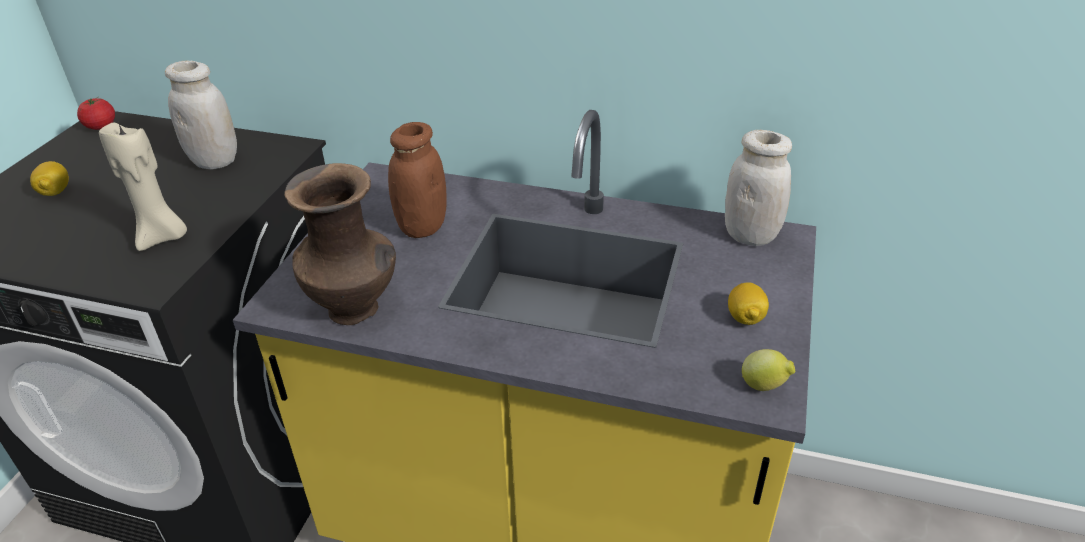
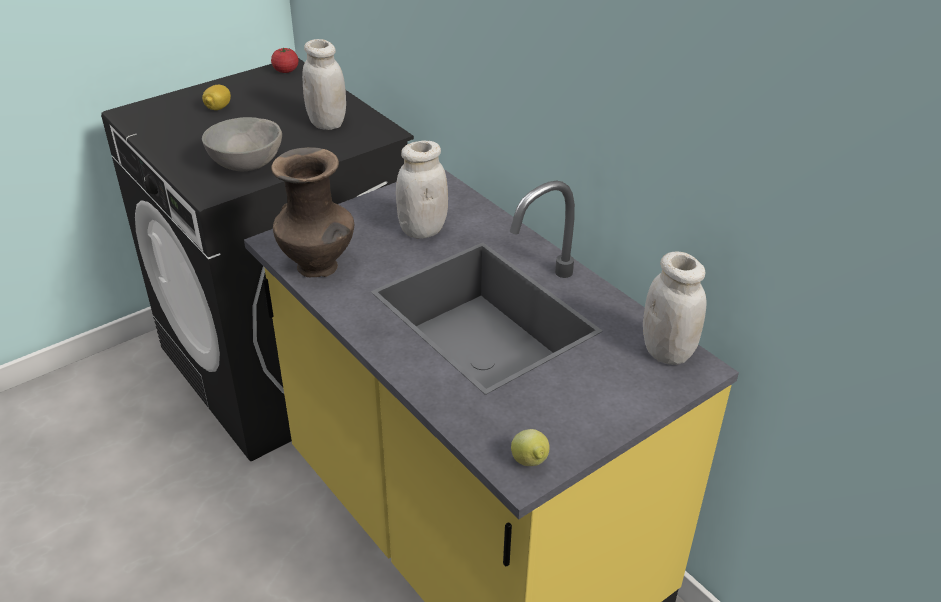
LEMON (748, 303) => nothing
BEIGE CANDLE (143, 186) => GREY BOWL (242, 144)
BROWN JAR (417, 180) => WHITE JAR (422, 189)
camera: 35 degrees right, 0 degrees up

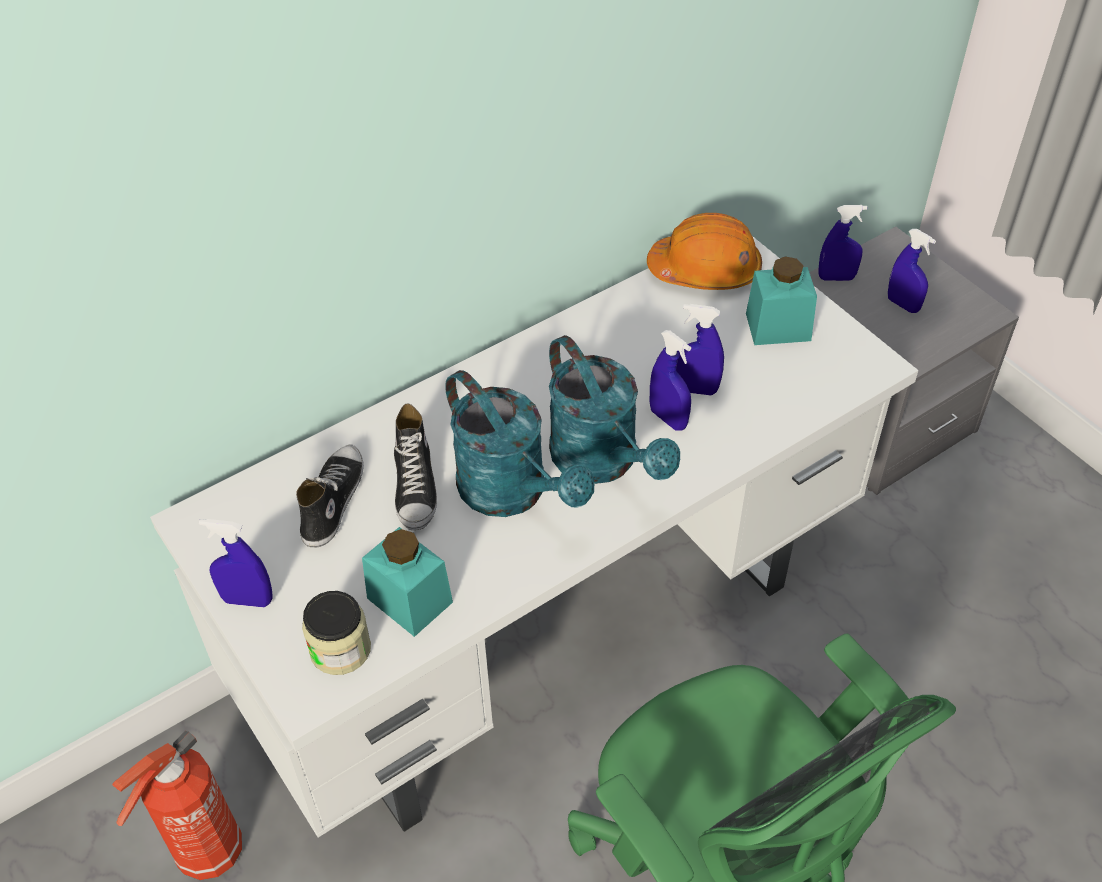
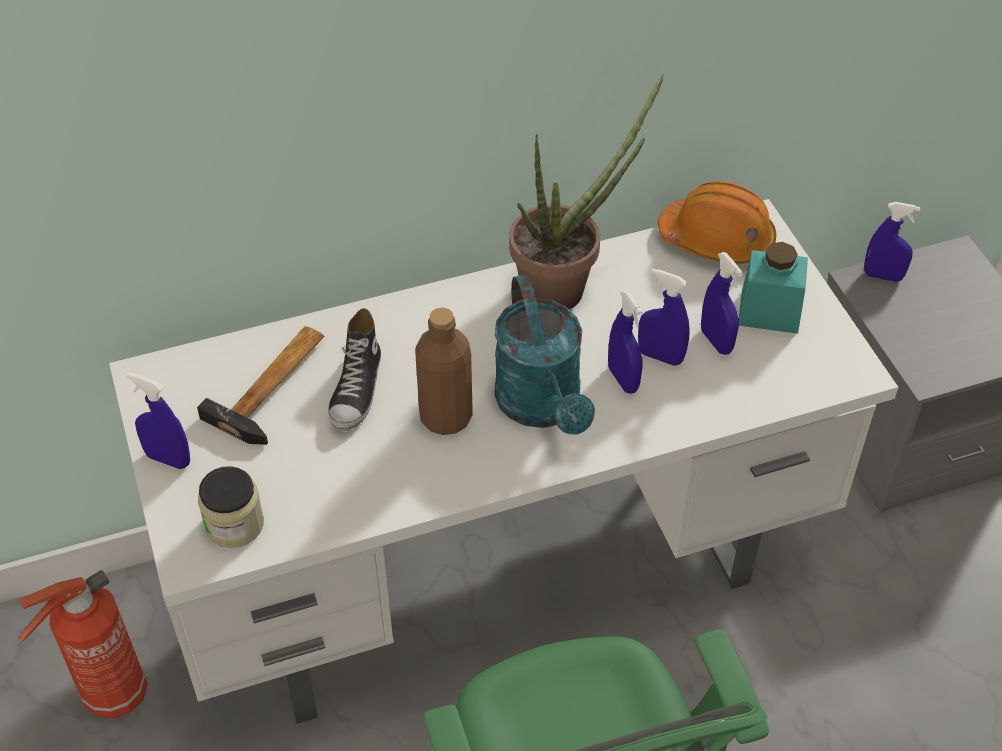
TURQUOISE JAR (407, 582) => nothing
nothing => POTTED PLANT (586, 191)
BLUE SPRAY BOTTLE (912, 271) => BLUE SPRAY BOTTLE (722, 303), shifted
SHOE (330, 496) => HAMMER (260, 385)
TURQUOISE WATERING CAN (520, 443) => BROWN BOTTLE (444, 371)
camera: 15 degrees right, 0 degrees up

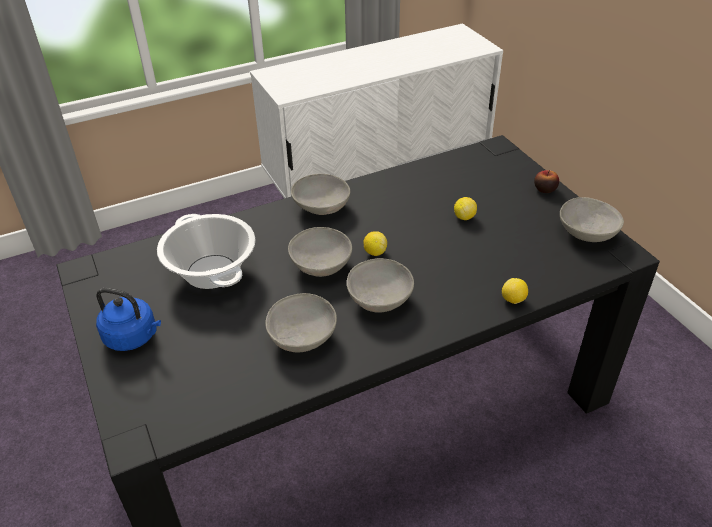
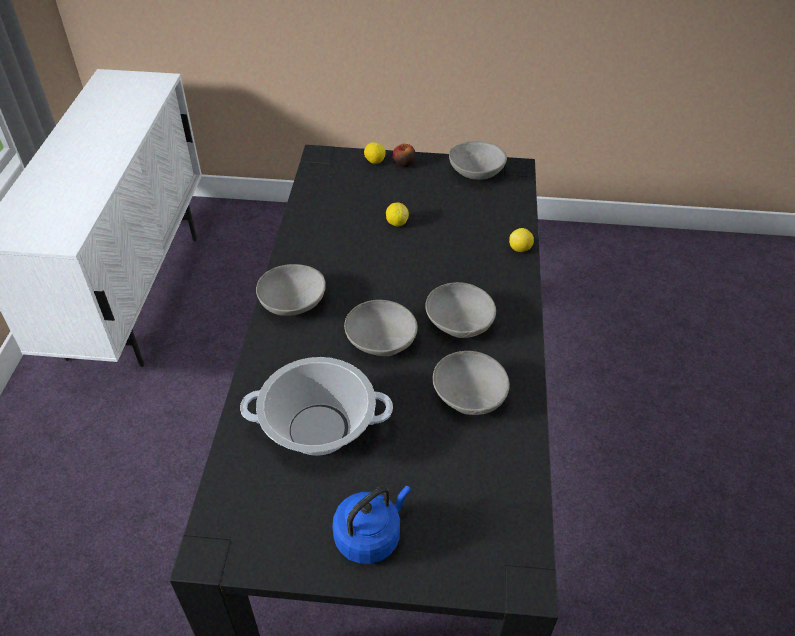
LEMON (375, 243) => LEMON (375, 153), shifted
camera: 60 degrees left, 5 degrees up

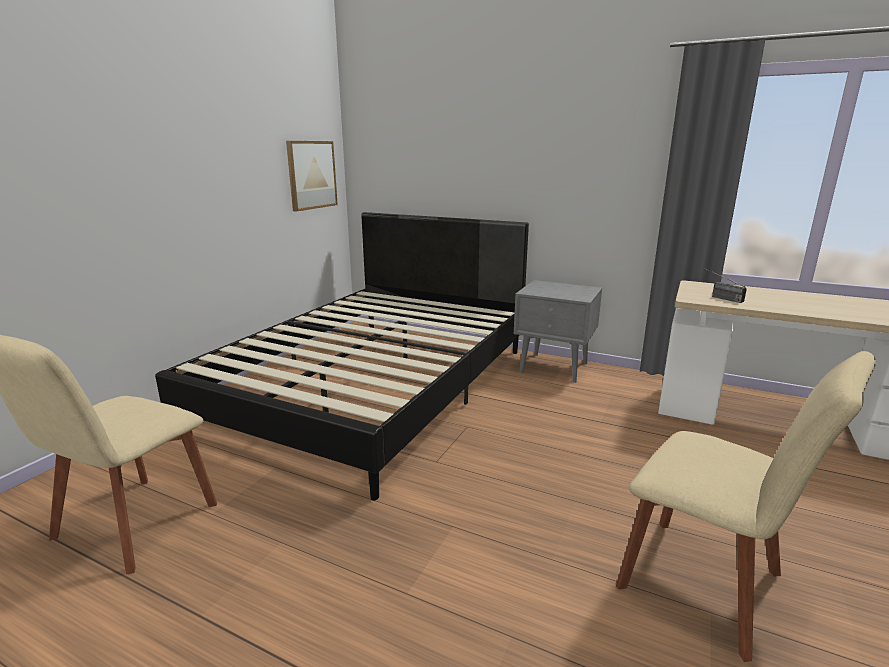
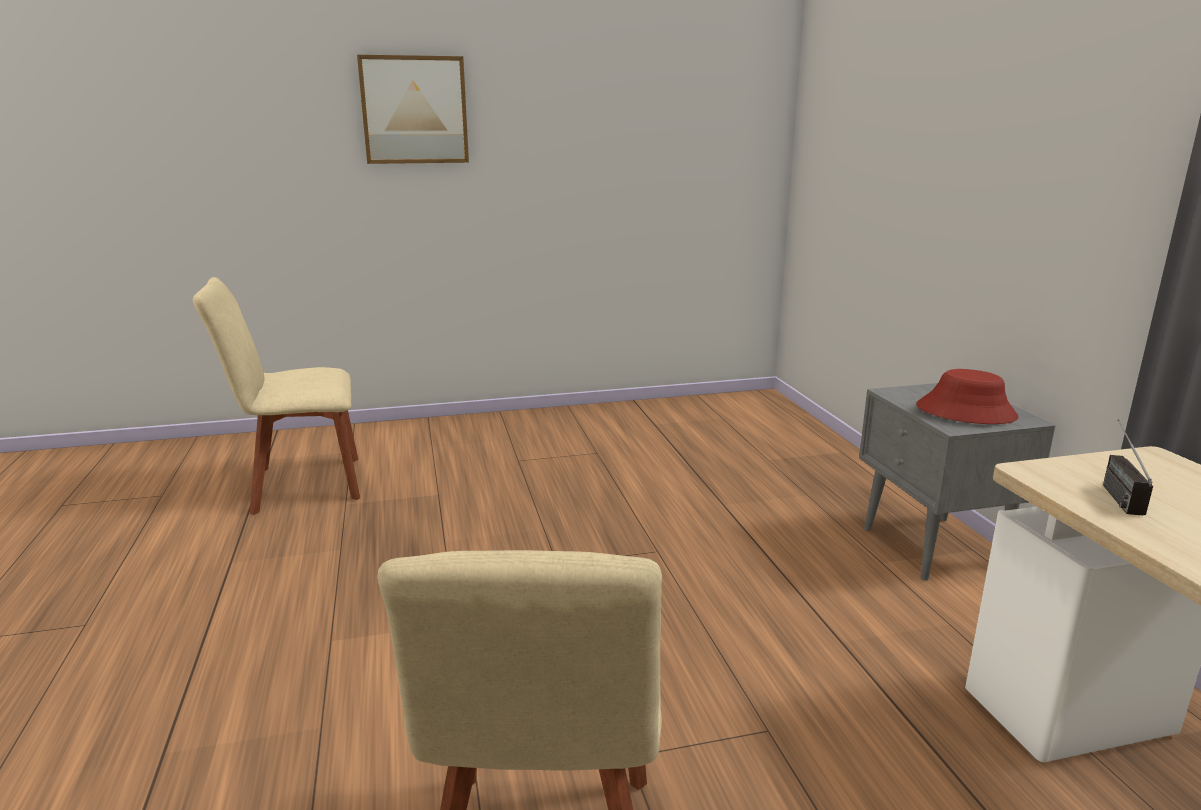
BLACK BED (342, 356) => nothing
nothing => RED HAT (967, 396)
PICTURE (312, 176) => PICTURE (413, 109), shifted
camera: 50 degrees right, 0 degrees up

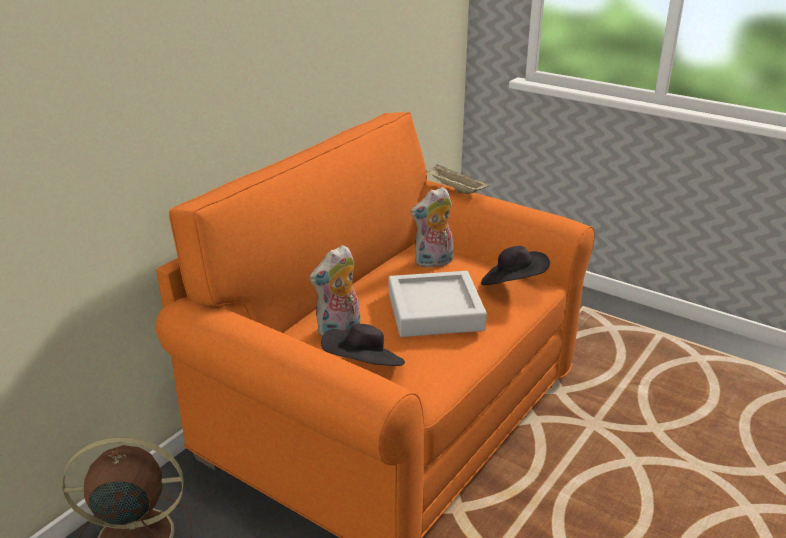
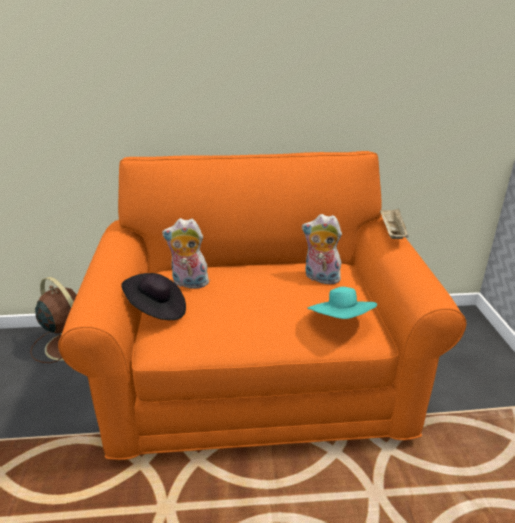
GREY TRAY (437, 304) => nothing
BLACK HAT (515, 265) => TURQUOISE HAT (342, 303)
camera: 50 degrees right, 0 degrees up

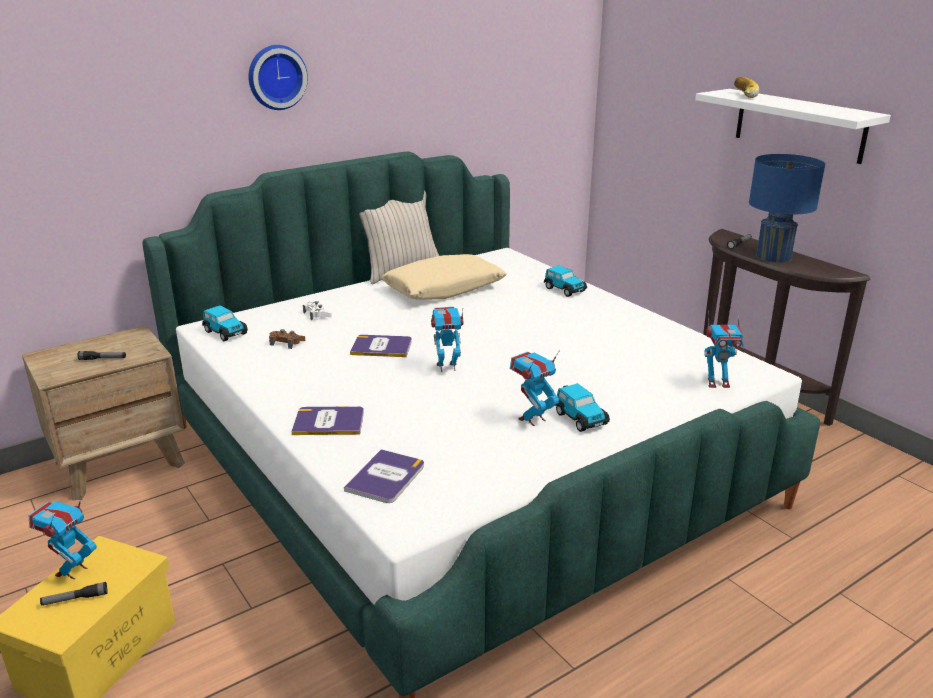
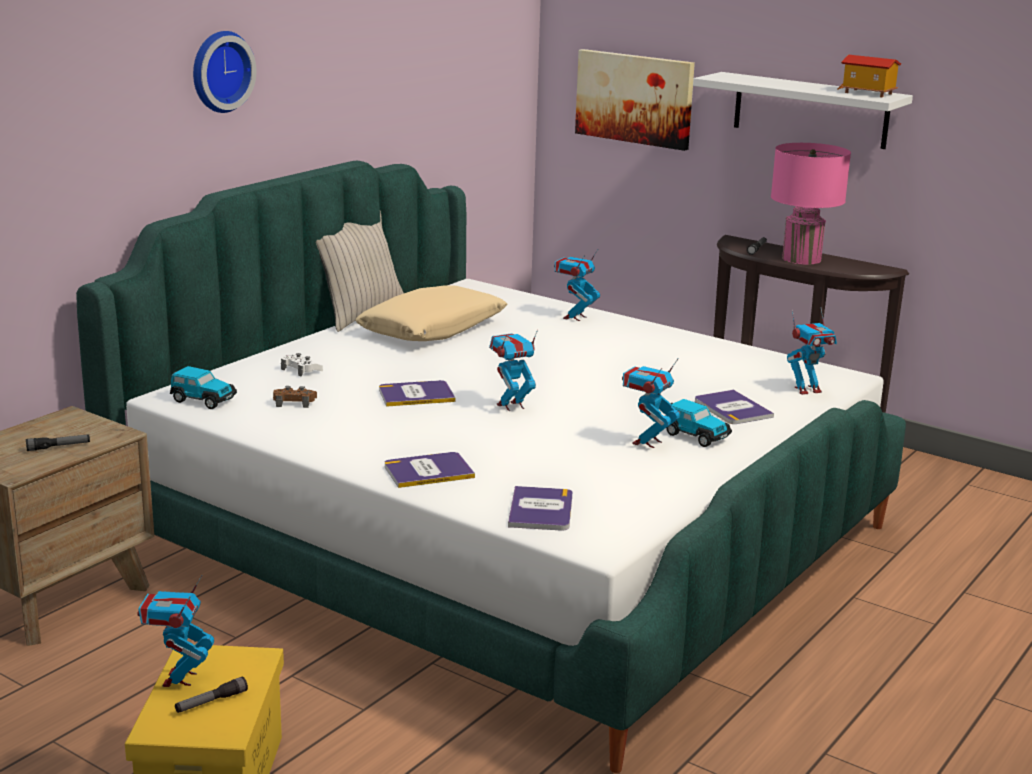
BANANA (746, 87) => nothing
nothing => PICTURE (635, 100)
nothing => BOOK (734, 406)
nothing => TOY HOUSE (869, 76)
TOY CAR (565, 281) => TOY ROBOT (577, 285)
BLUE TABLE LAMP (787, 208) => PINK TABLE LAMP (811, 204)
camera: 20 degrees left, 5 degrees down

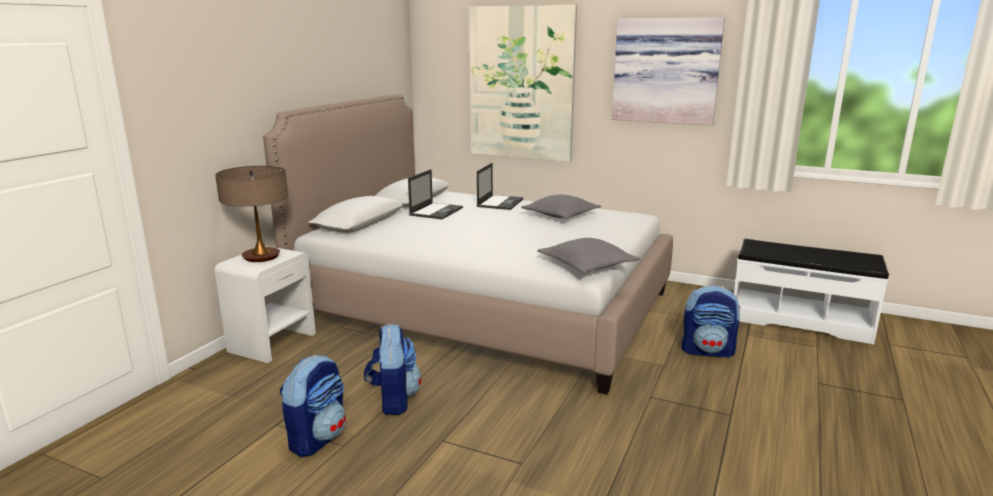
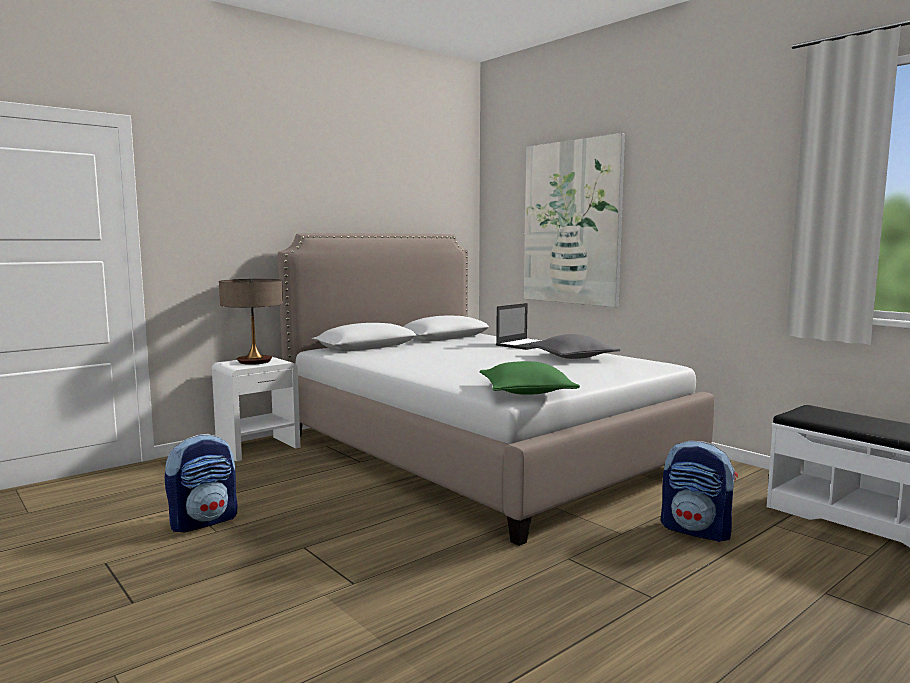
BACKPACK (393, 369) => nothing
LAPTOP (435, 194) => nothing
PICTURE (668, 71) => nothing
GREY PILLOW (589, 256) => GREEN PILLOW (529, 378)
camera: 25 degrees right, 10 degrees down

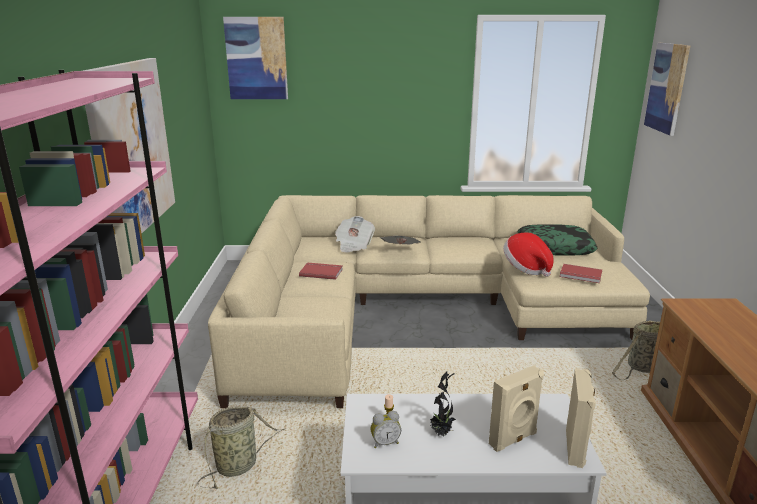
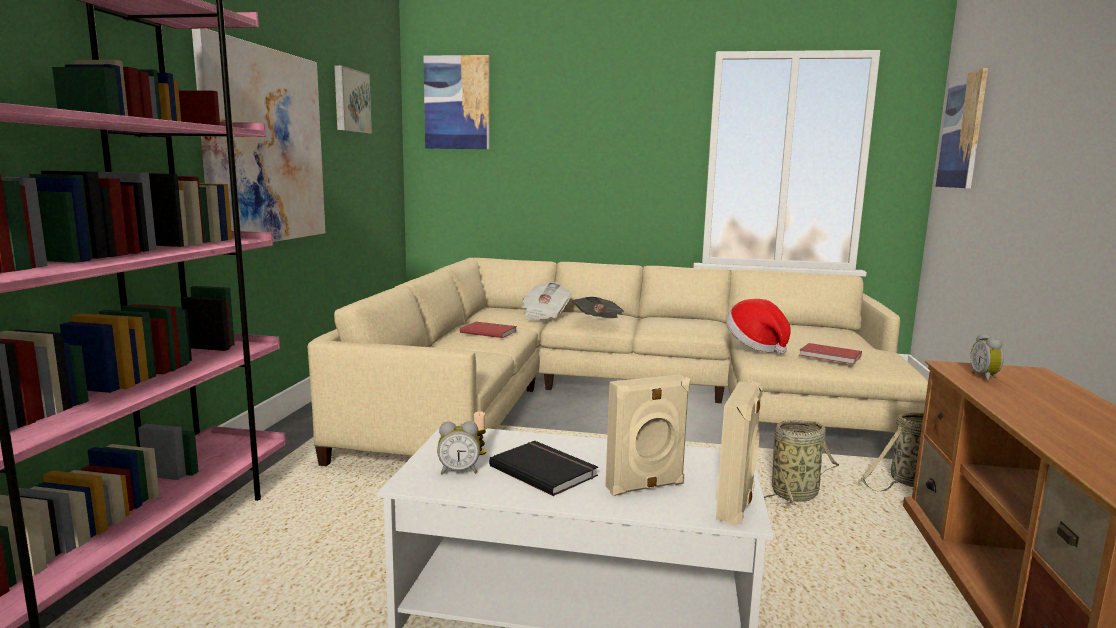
PILLOW (558, 240) => nothing
nothing => PICTURE (353, 99)
nothing => ALARM CLOCK (987, 357)
BASKET (241, 447) => BASKET (802, 462), shifted
POTTED PLANT (443, 403) => BLACK BOOK (543, 468)
camera: 10 degrees right, 10 degrees down

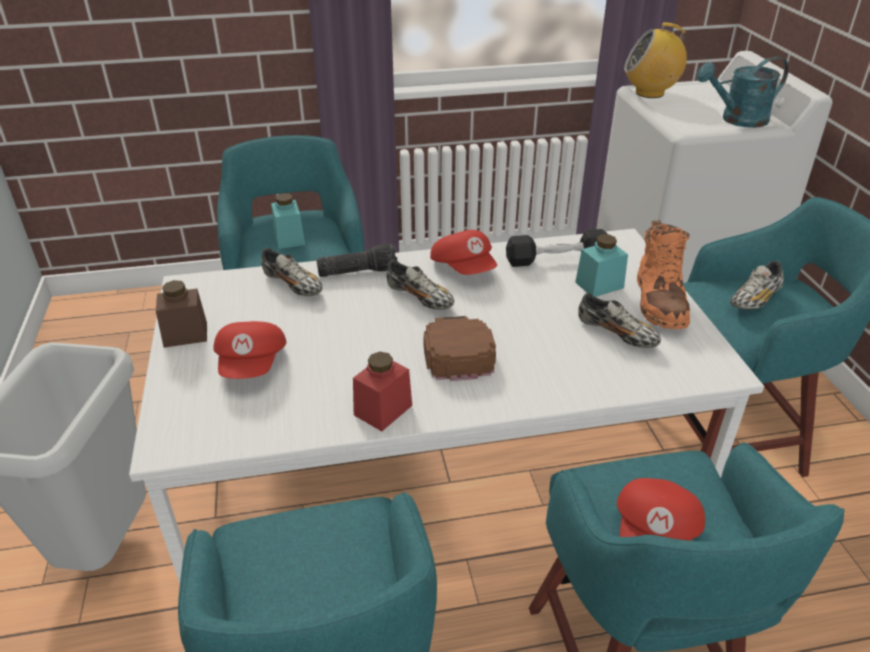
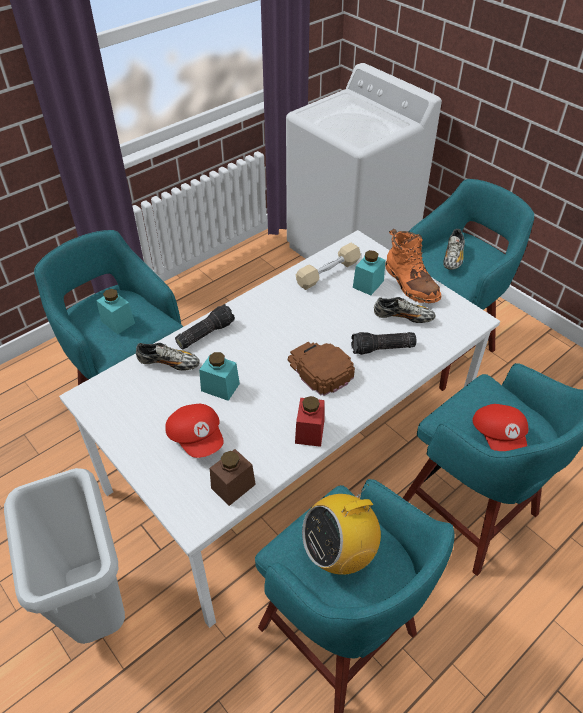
SHOE (420, 285) => nothing
RED CAP (463, 252) => nothing
TURQUOISE WATERING CAN (743, 92) => nothing
nothing => TURQUOISE JAR (219, 376)
nothing => FLASHLIGHT (384, 343)
BROWN JAR (181, 314) => BROWN JAR (233, 477), shifted
RADIO (656, 60) => RADIO (341, 529), shifted
BLACK DUMBBELL (556, 248) => BEIGE DUMBBELL (328, 266)
camera: 30 degrees left, 10 degrees up

